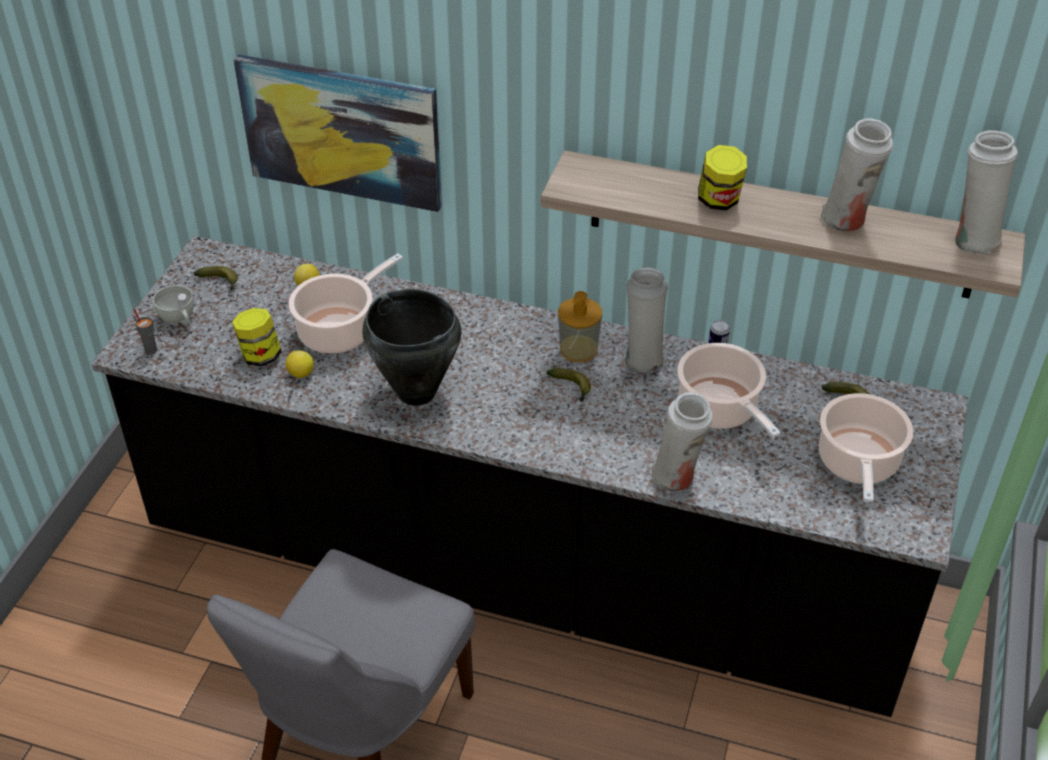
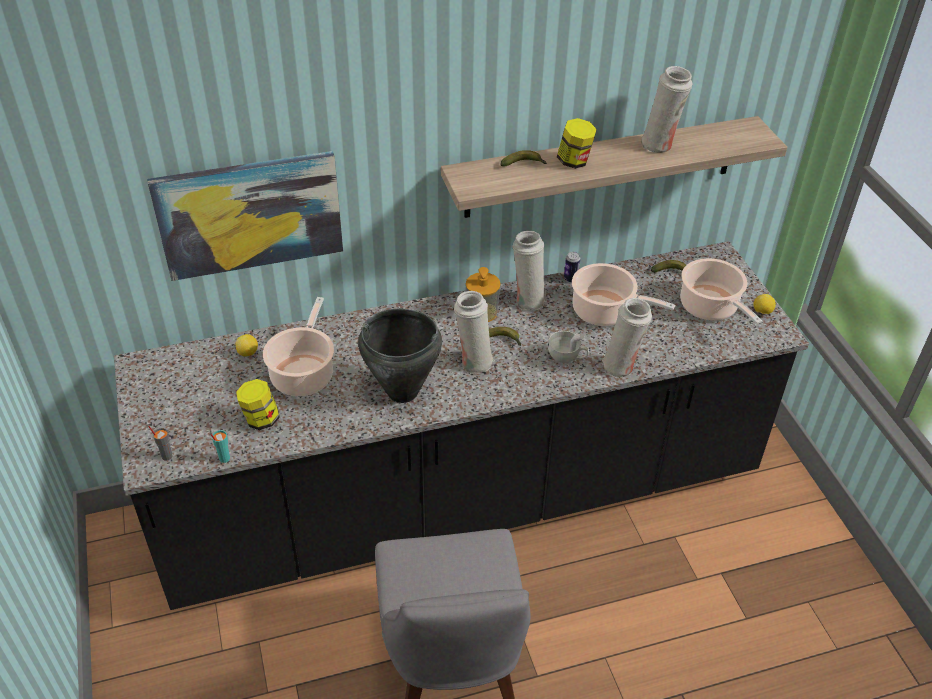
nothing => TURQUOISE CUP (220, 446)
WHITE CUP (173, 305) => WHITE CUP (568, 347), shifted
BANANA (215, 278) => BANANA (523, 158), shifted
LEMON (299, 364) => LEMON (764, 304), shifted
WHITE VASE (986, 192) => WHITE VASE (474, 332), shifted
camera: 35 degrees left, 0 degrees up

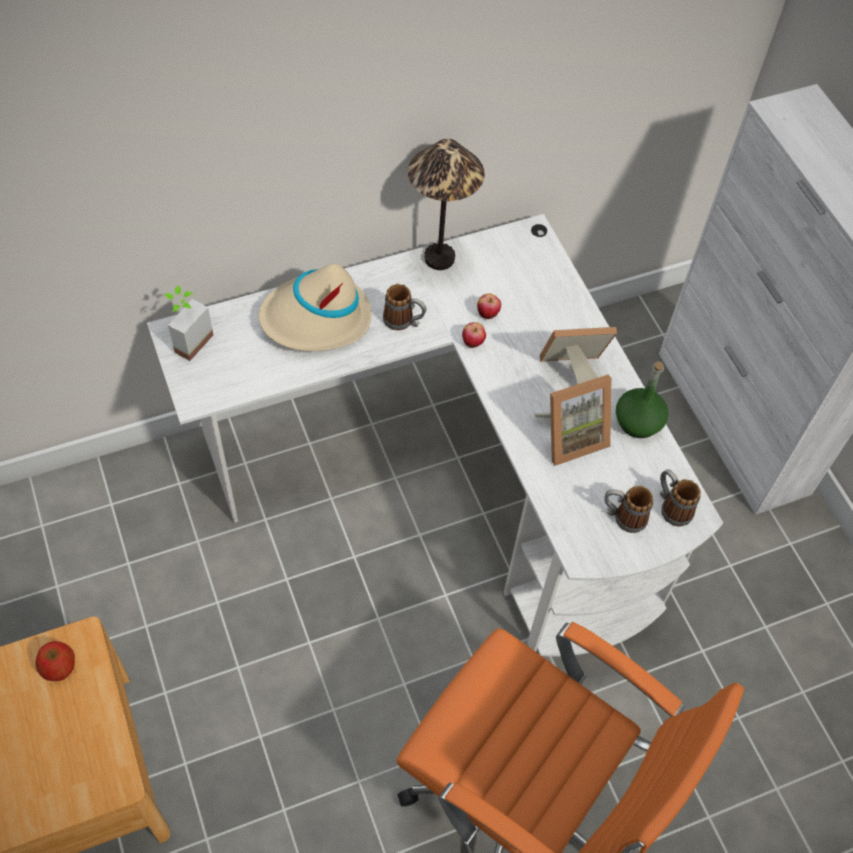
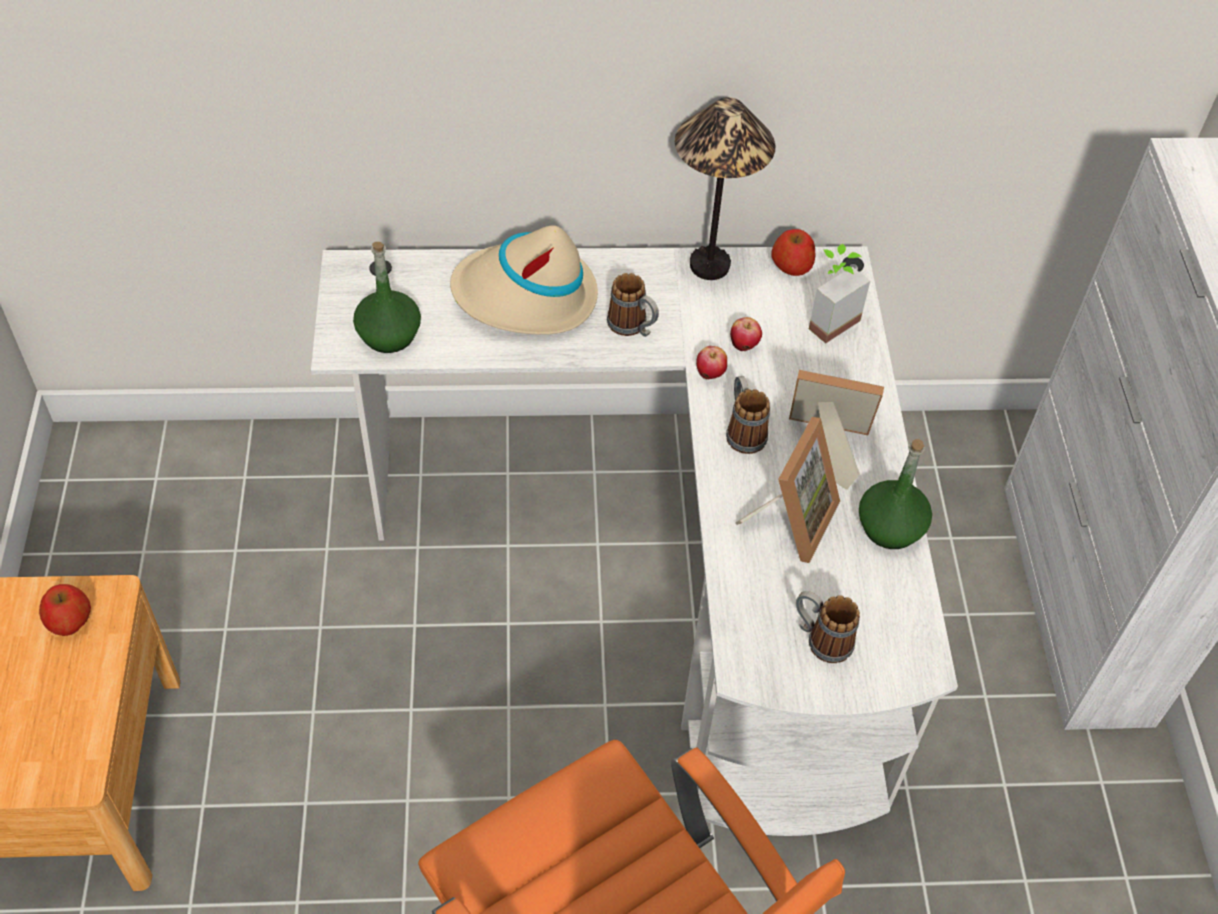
nothing => GREEN BOTTLE (387, 297)
nothing => APPLE (793, 252)
POTTED PLANT (188, 323) => POTTED PLANT (839, 293), shifted
MUG (680, 498) => MUG (748, 415), shifted
PICTURE FRAME (573, 420) => PICTURE FRAME (787, 490), 60 degrees counterclockwise
camera: 20 degrees right, 5 degrees down

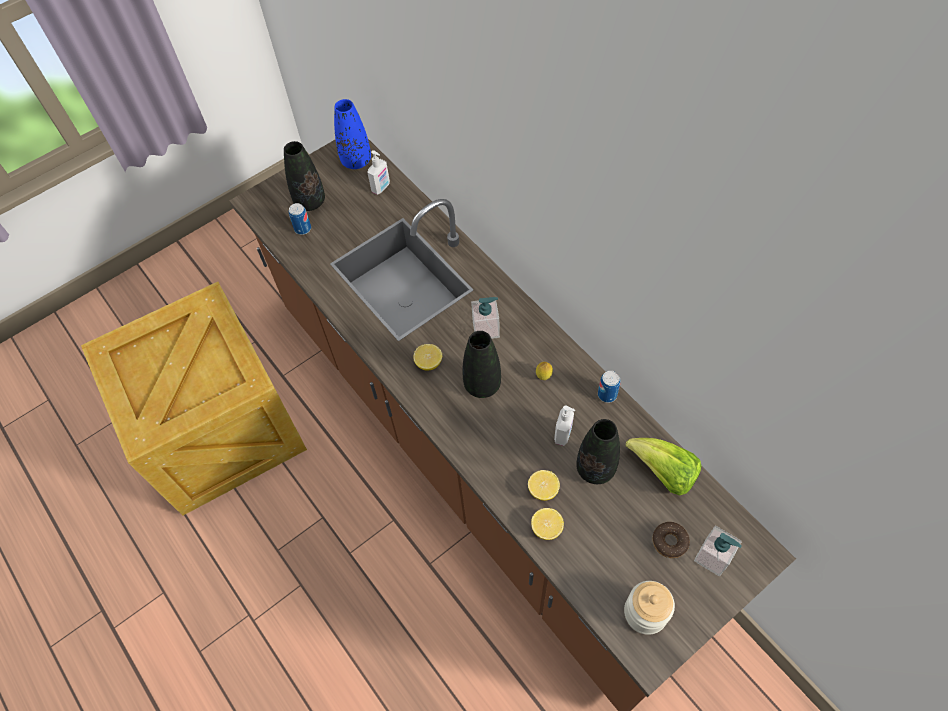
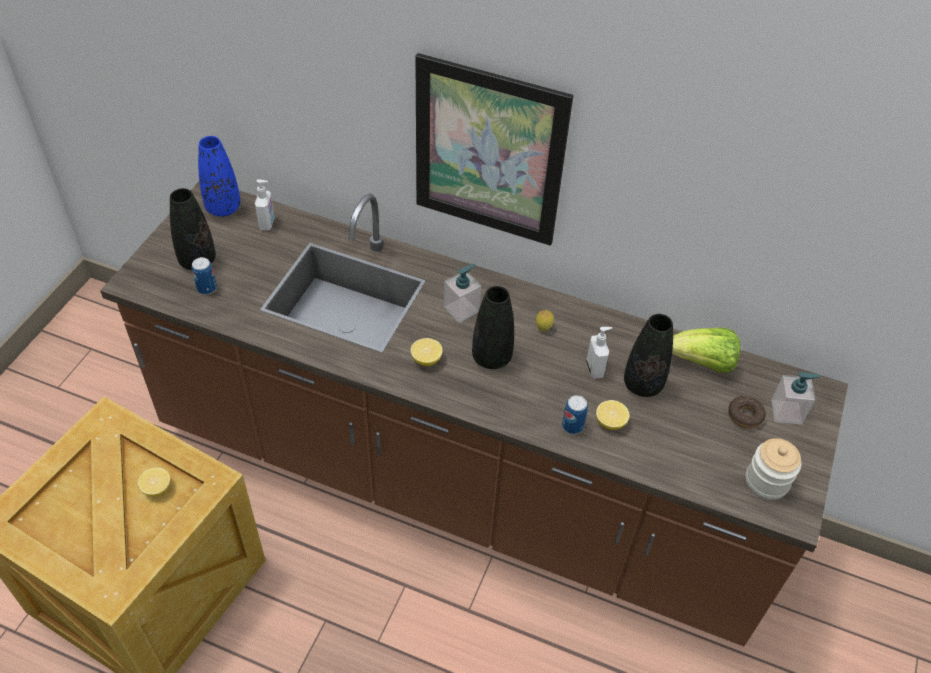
nothing => PICTURE (494, 149)
LEMON (547, 524) => LEMON (154, 482), shifted
CAN (609, 387) => CAN (575, 414), shifted
camera: 35 degrees left, 10 degrees down

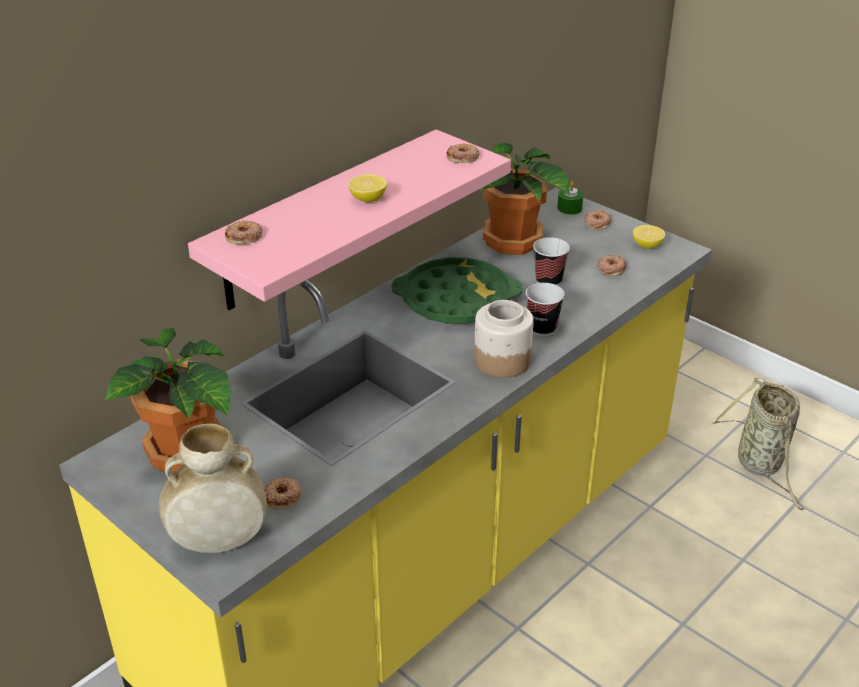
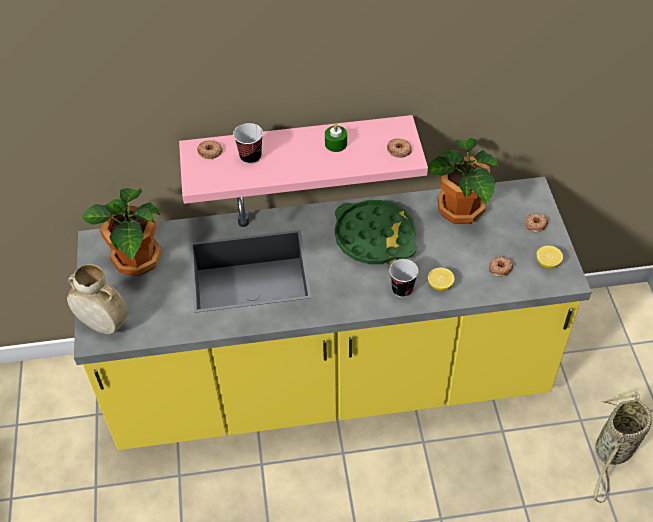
DONUT (282, 493) => nothing
JAR (504, 339) => nothing
LEMON (367, 188) => LEMON (441, 279), shifted
CUP (551, 261) => CUP (248, 143), shifted
GREEN CANDLE (570, 198) => GREEN CANDLE (336, 138), shifted
camera: 40 degrees right, 15 degrees up

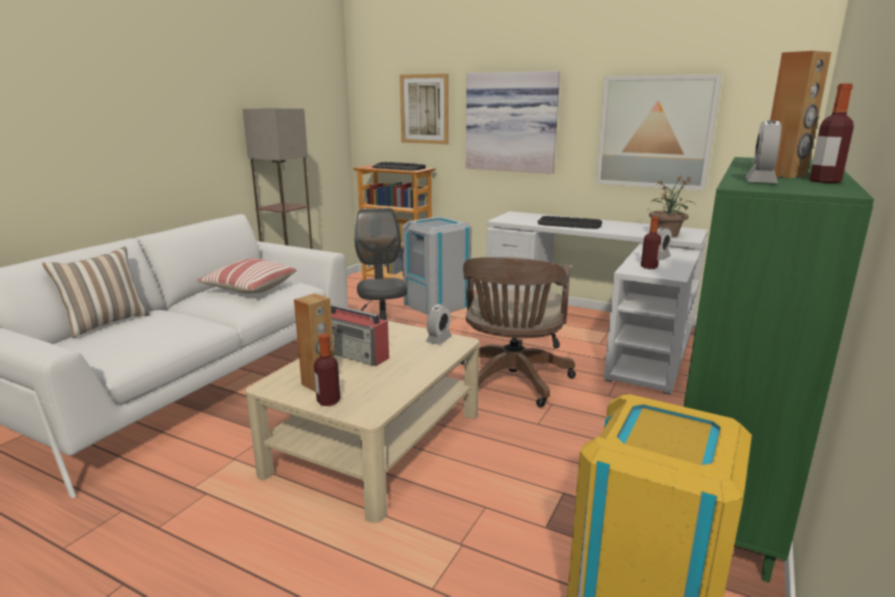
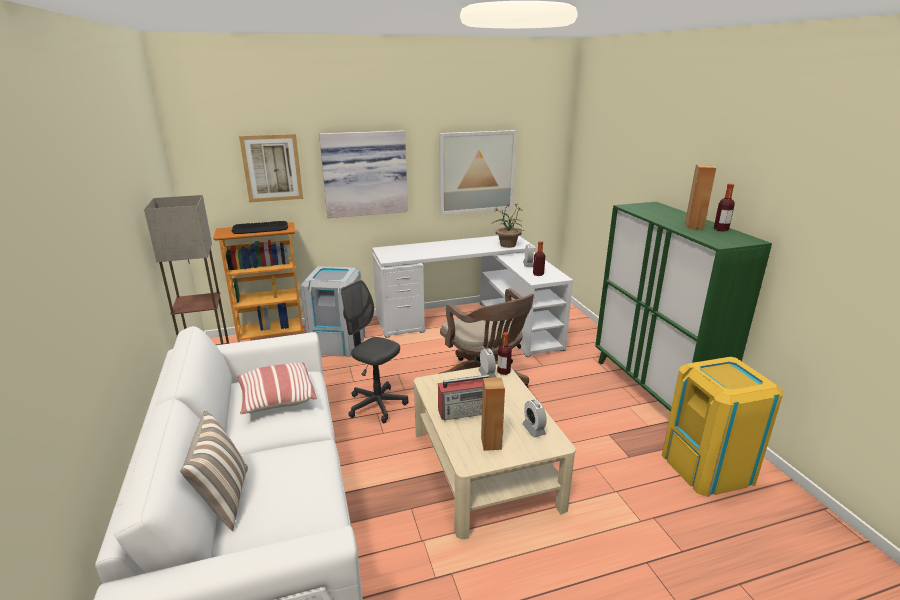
KEYBOARD (569, 222) => nothing
BOTTLE (327, 370) => BOTTLE (504, 353), shifted
ALARM CLOCK (763, 151) => ALARM CLOCK (534, 418), shifted
camera: 45 degrees left, 5 degrees up

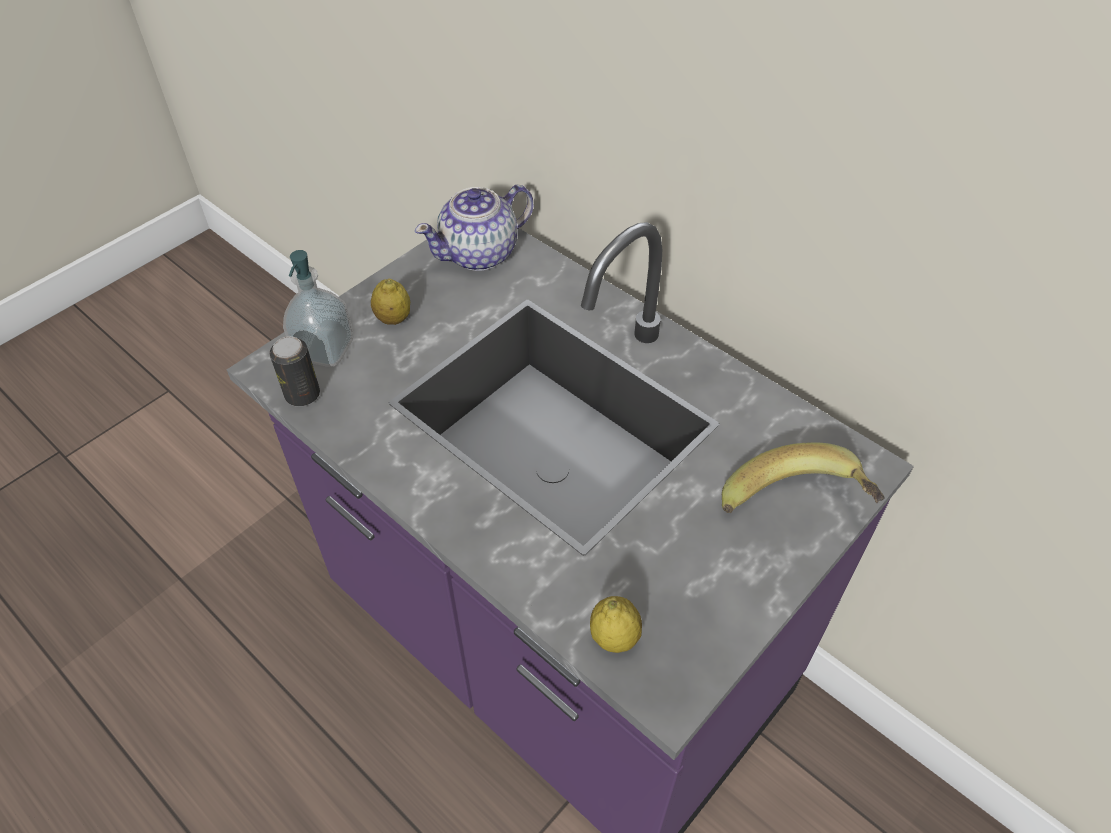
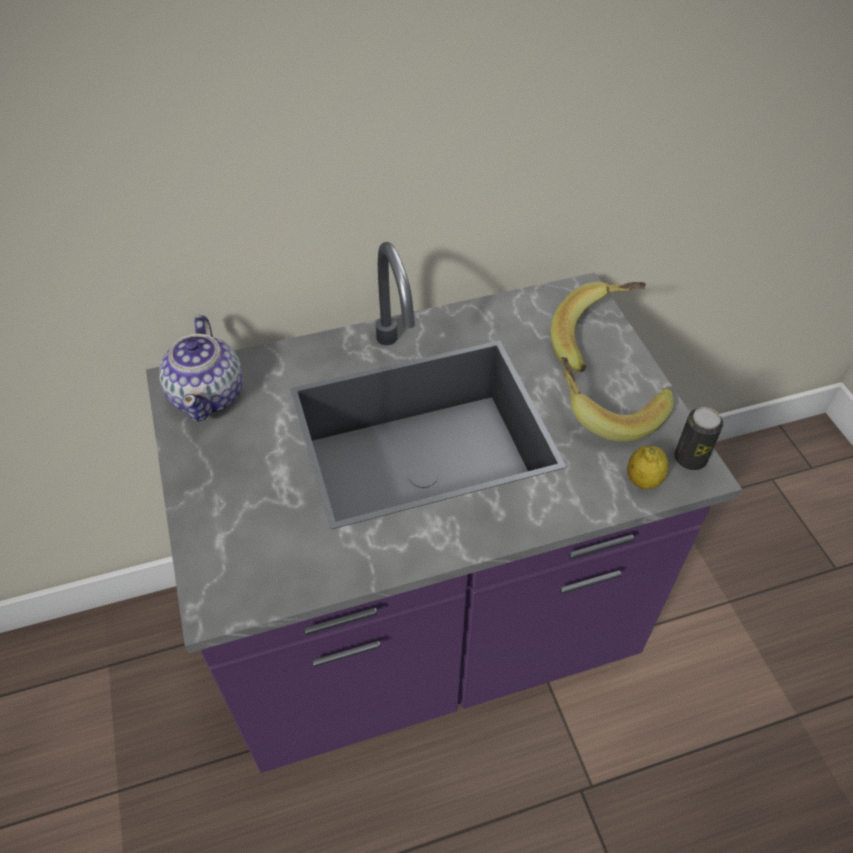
SOAP DISPENSER (318, 308) => nothing
LEMON (390, 302) => nothing
nothing => BANANA (618, 399)
CAN (295, 371) => CAN (698, 438), shifted
camera: 60 degrees left, 0 degrees up

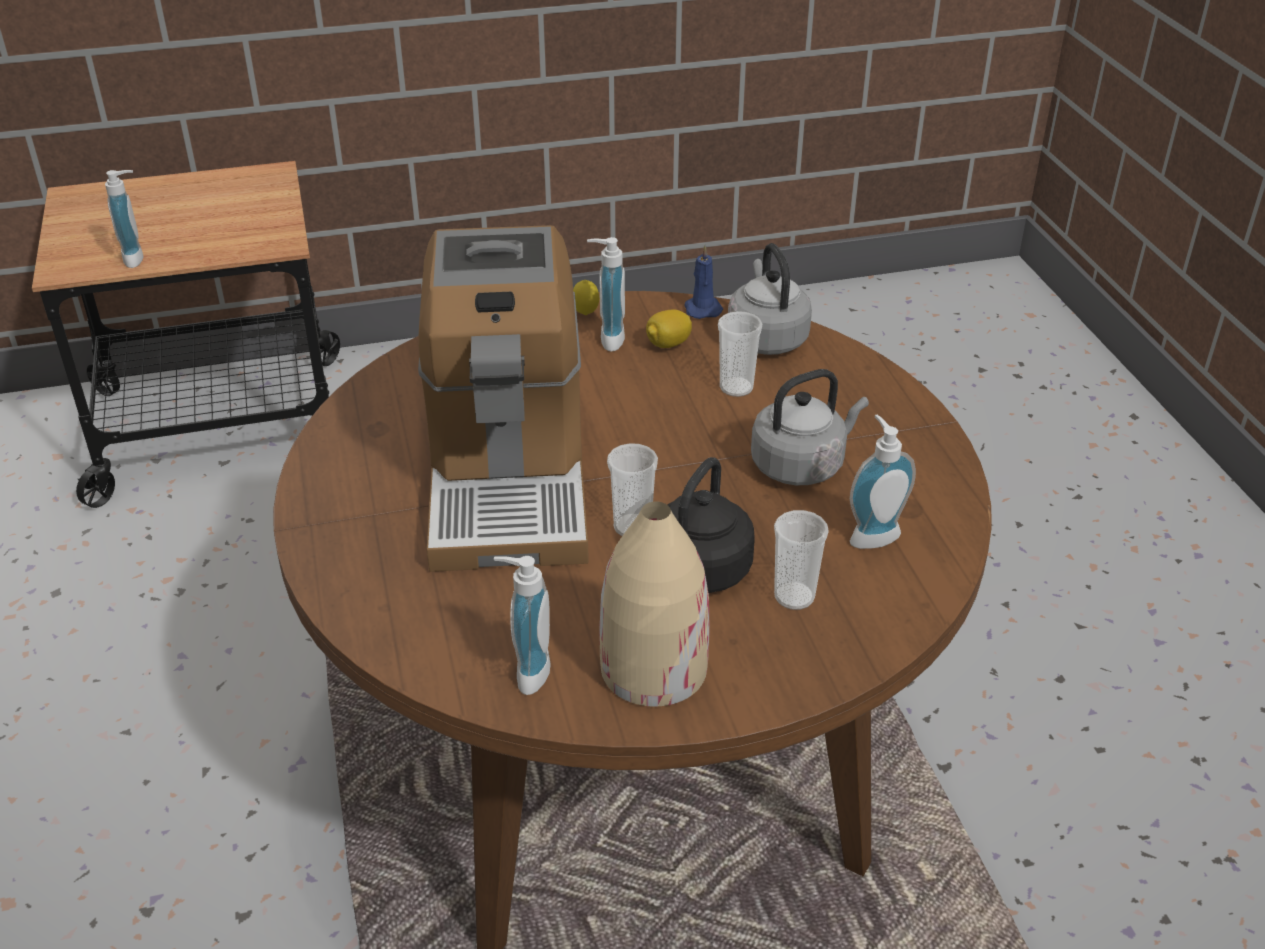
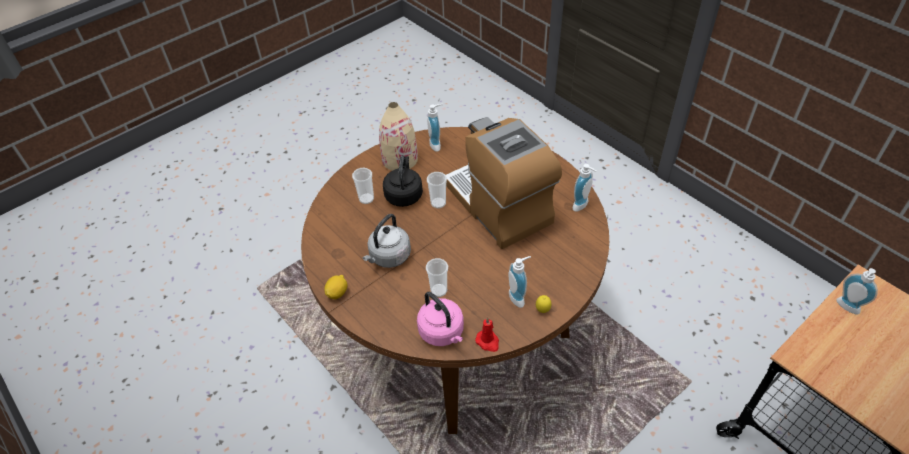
LEMON (669, 328) => LEMON (335, 287), shifted
SOAP DISPENSER (883, 482) => SOAP DISPENSER (585, 188), shifted
BLUE CANDLE (703, 282) => RED CANDLE (487, 334)
GREY KETTLE (770, 299) => PINK KETTLE (440, 319)
camera: 155 degrees right, 10 degrees up

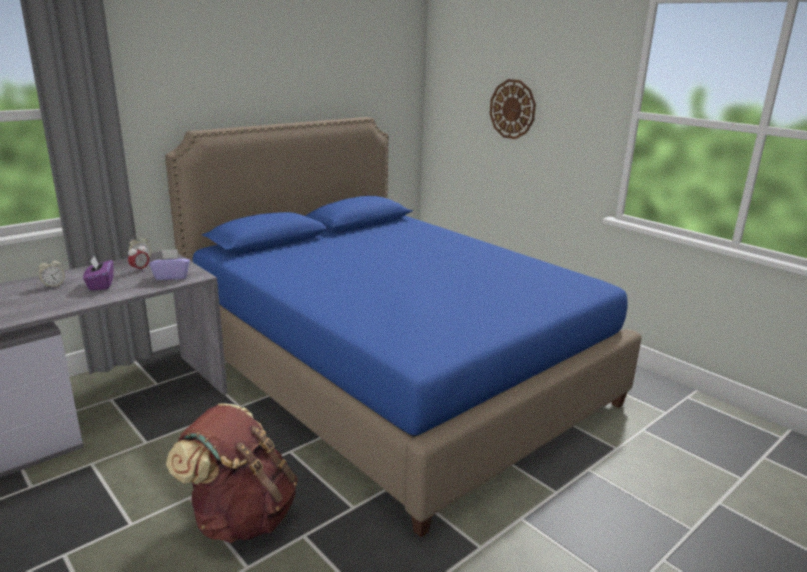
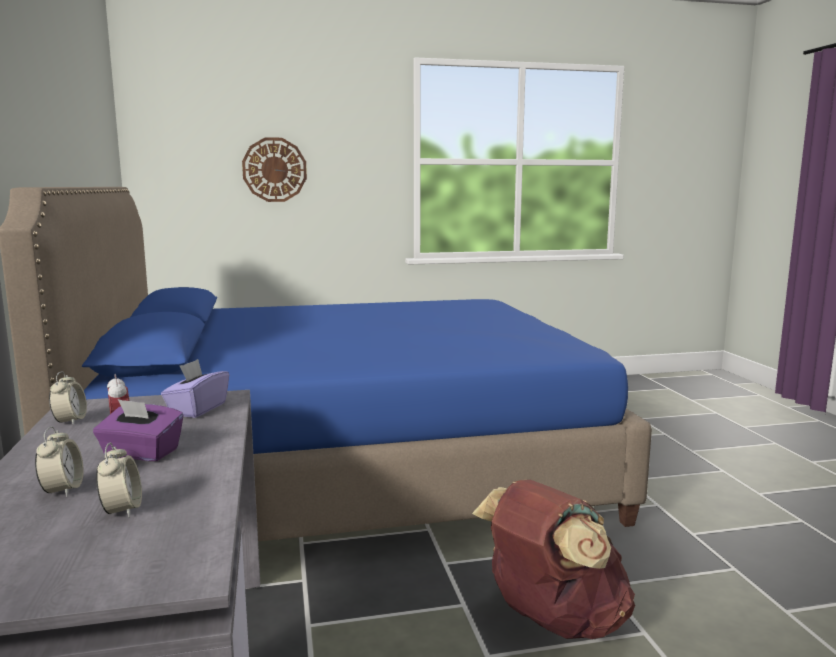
nothing => ALARM CLOCK (119, 480)
camera: 60 degrees left, 10 degrees down

